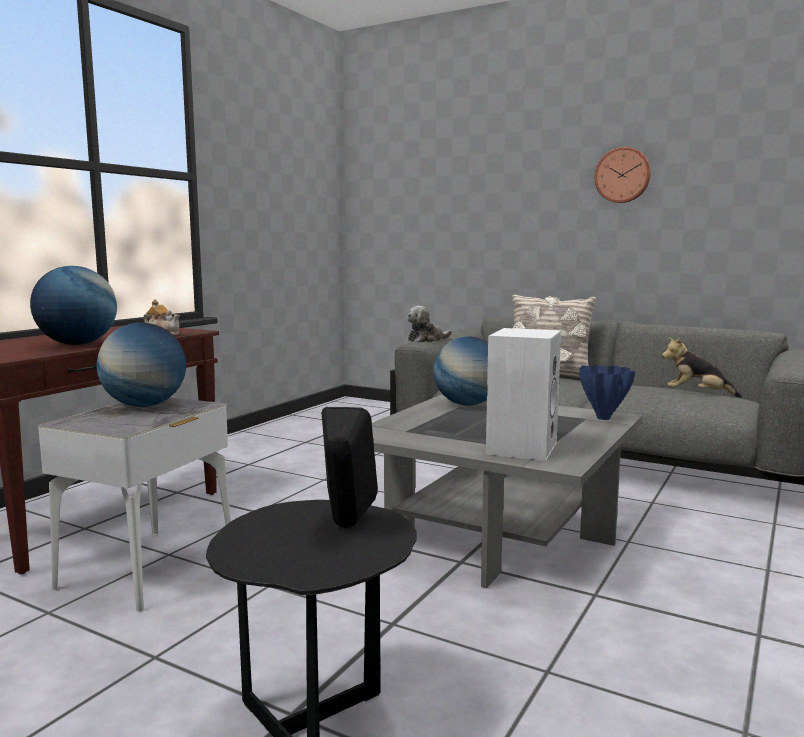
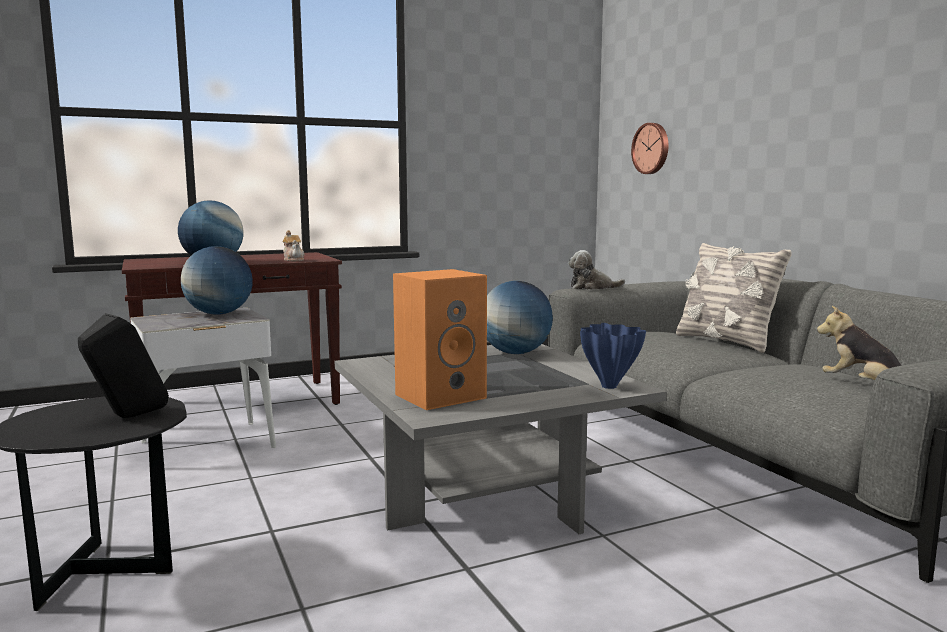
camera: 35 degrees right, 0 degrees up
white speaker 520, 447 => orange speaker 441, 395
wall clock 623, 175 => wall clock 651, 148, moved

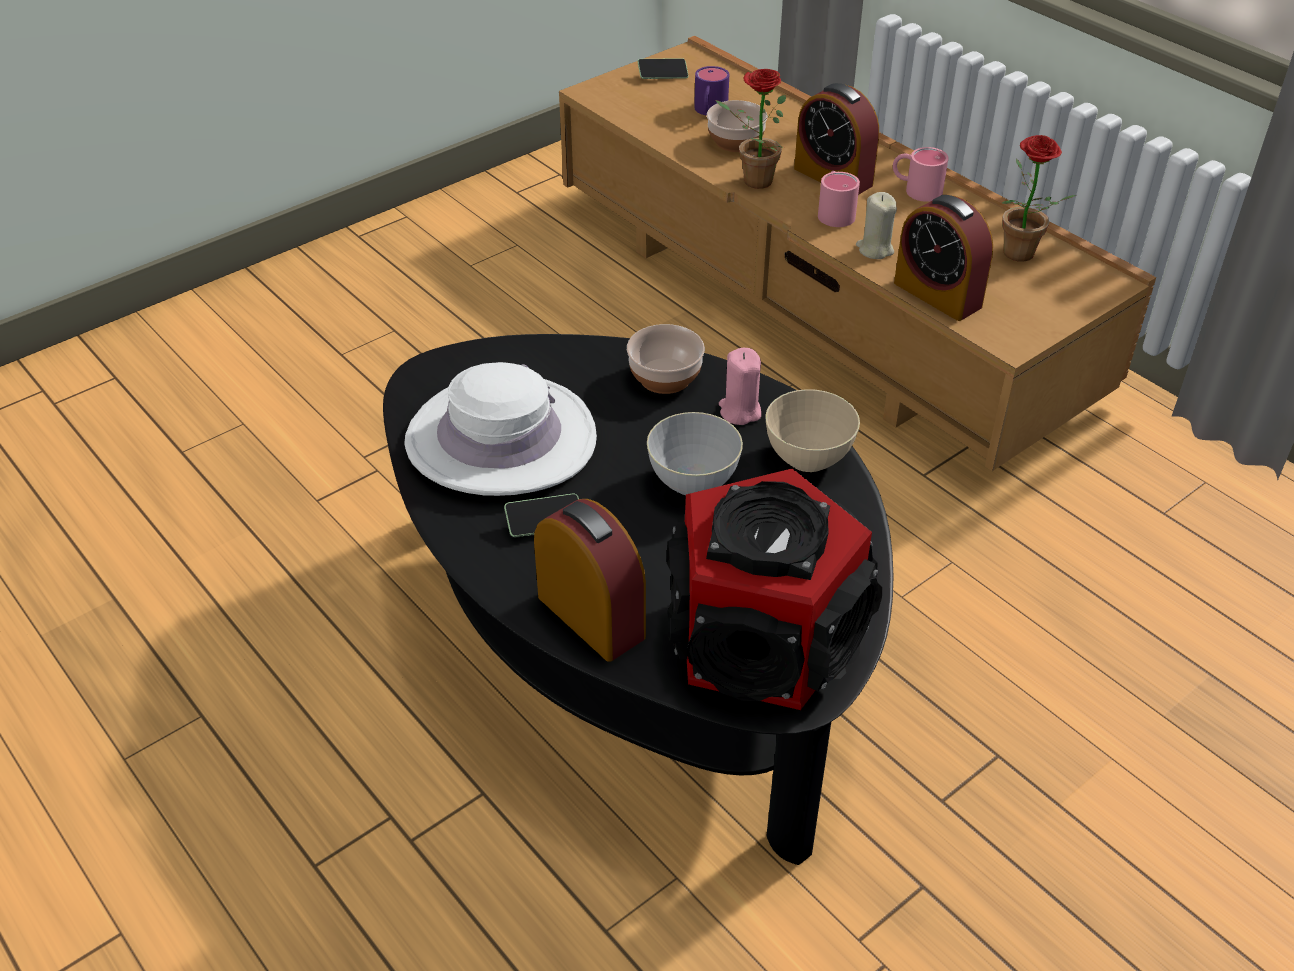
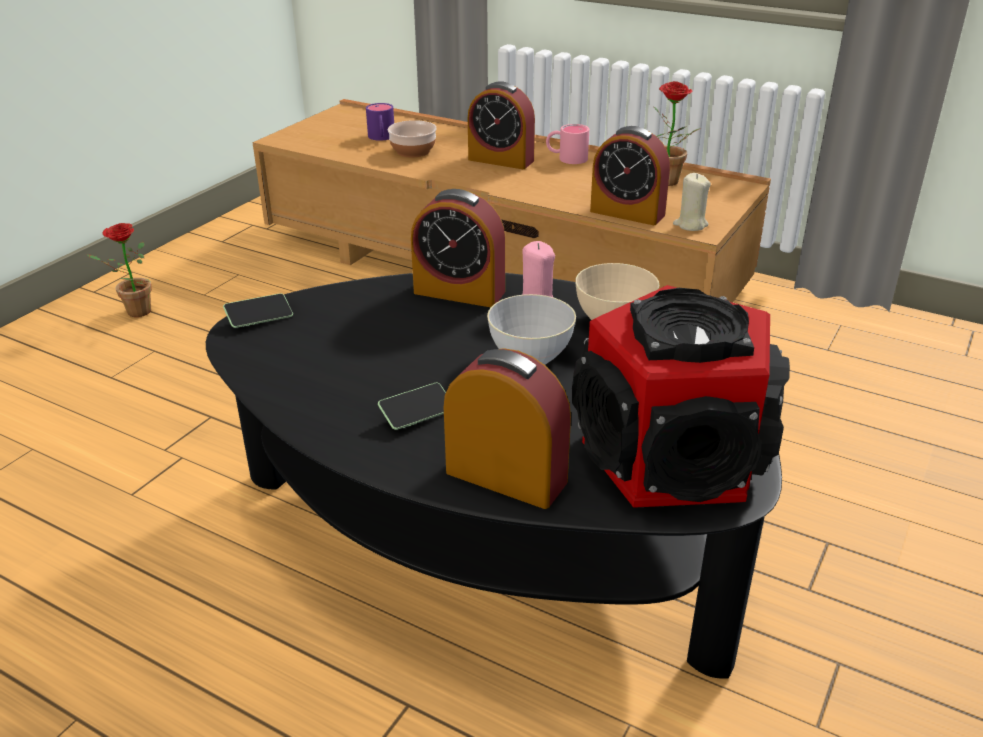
camera: 20 degrees left, 10 degrees down
potted plant 751, 181 => potted plant 133, 312, moved
phone 662, 75 => phone 259, 318, moved
bowl 666, 377 => alarm clock 459, 292
beige candle 874, 249 => beige candle 690, 225, moved
white hat 501, 439 => nothing
pink mug 834, 212 => nothing

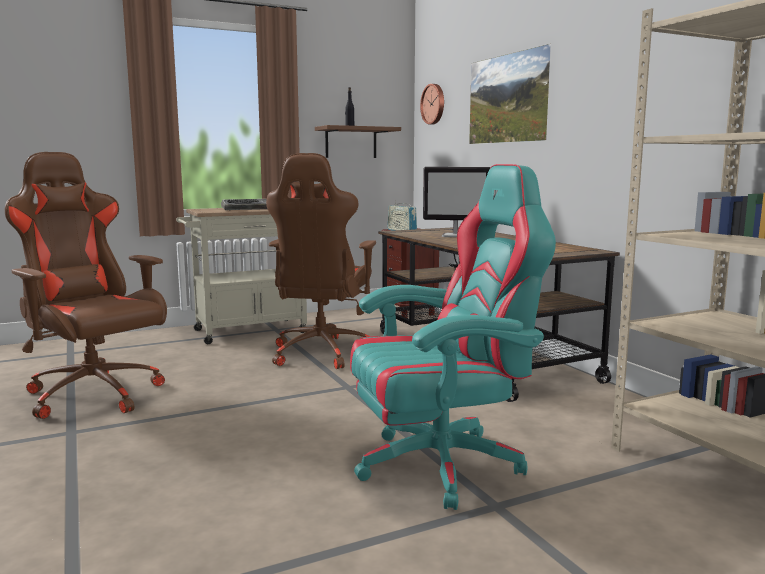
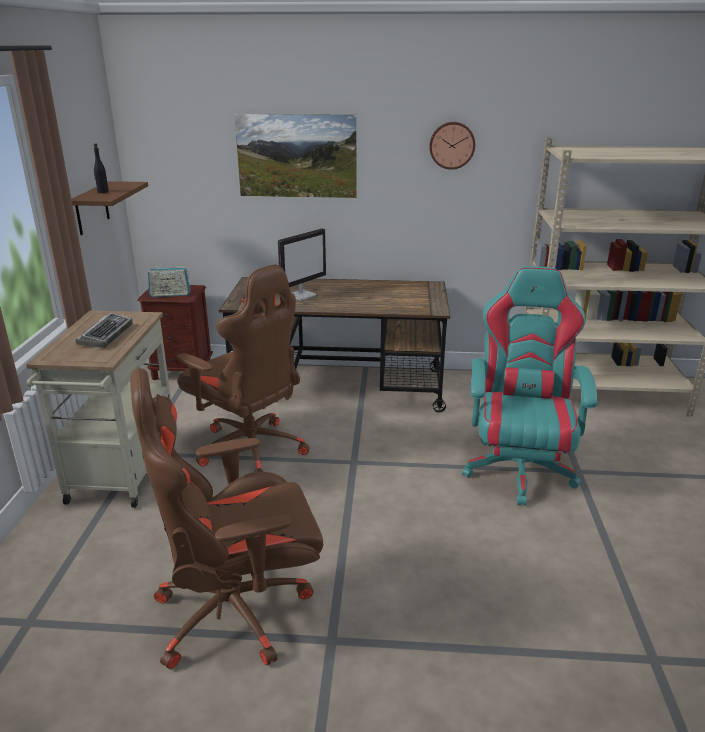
camera: 60 degrees left, 15 degrees up
wall clock 434, 104 => wall clock 452, 145, moved

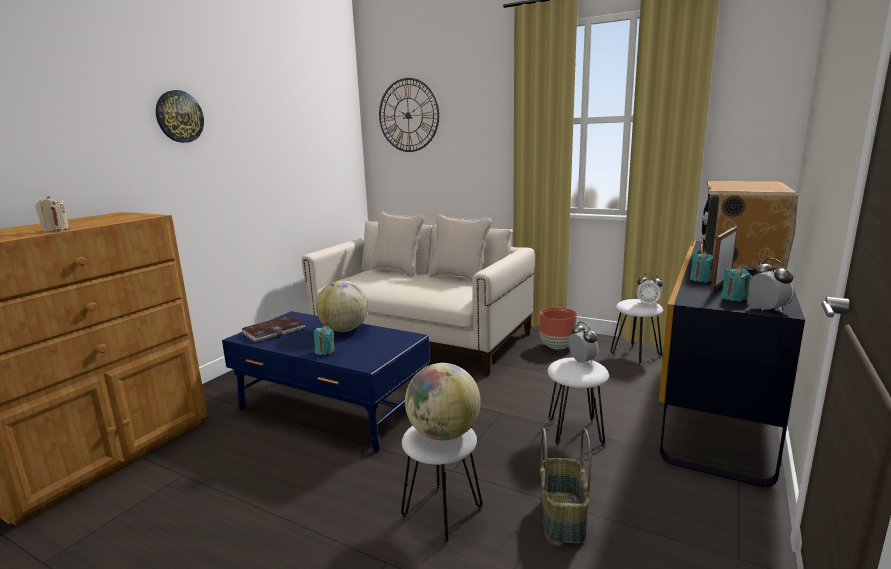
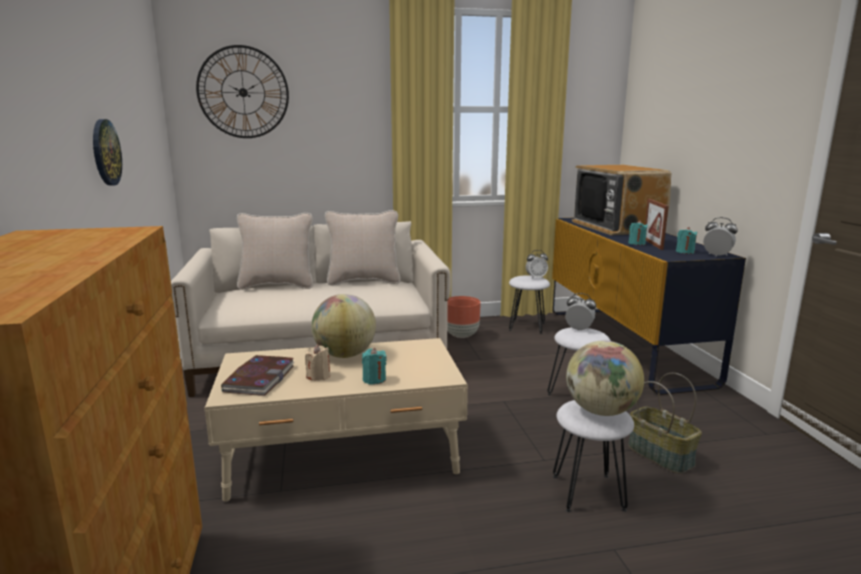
camera: 40 degrees left, 0 degrees up
wall clock 179, 116 => wall clock 105, 152, moved
blue coffee table 333, 408 => beige coffee table 344, 455
beige candle 55, 229 => beige candle 318, 376, moved

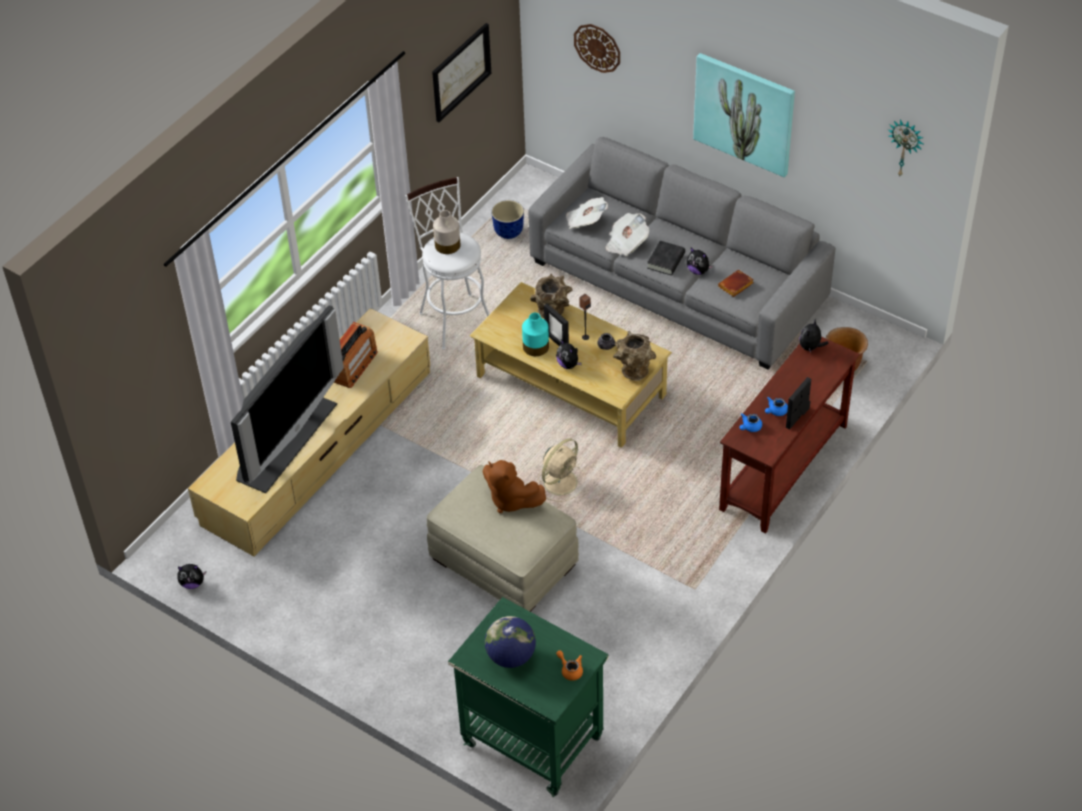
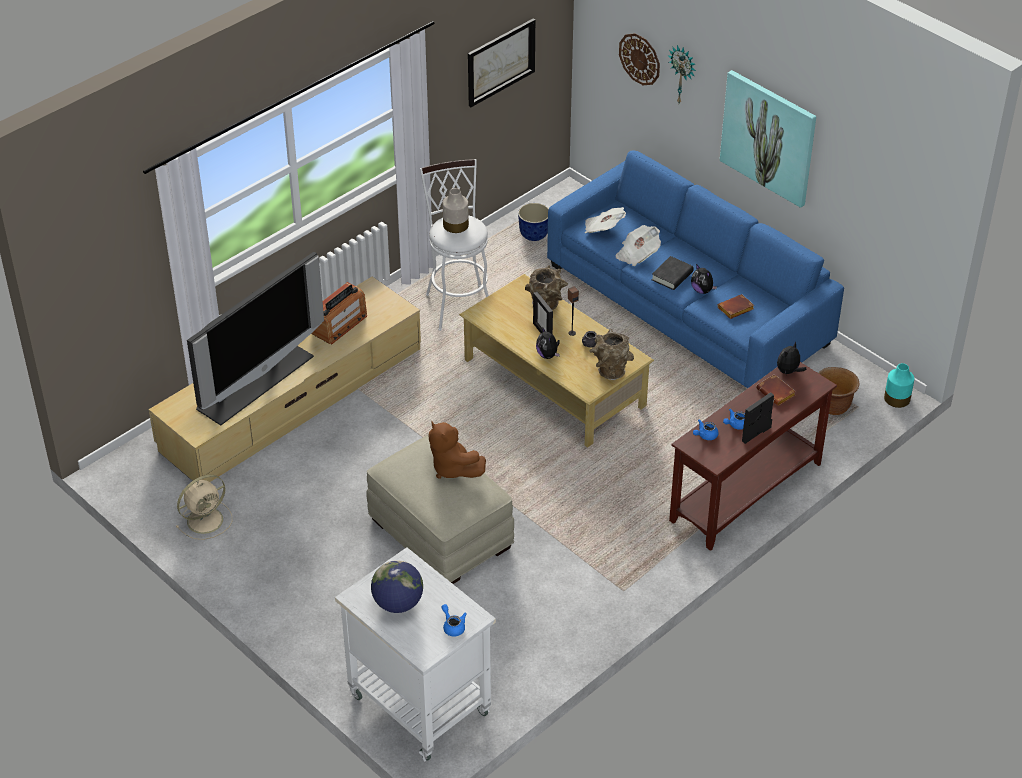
camera: 10 degrees right, 5 degrees down
beige fan 561, 481 => beige fan 206, 519, moved
green cart 531, 741 => white cart 419, 704
orange teapot 570, 670 => blue teapot 453, 626
grey sofa 678, 281 => blue sofa 688, 304
wall clock 905, 147 => wall clock 683, 74, moved
nothing => brown book 777, 393
turquoise vase 535, 347 => turquoise vase 897, 398, moved
plush toy 192, 583 => nothing

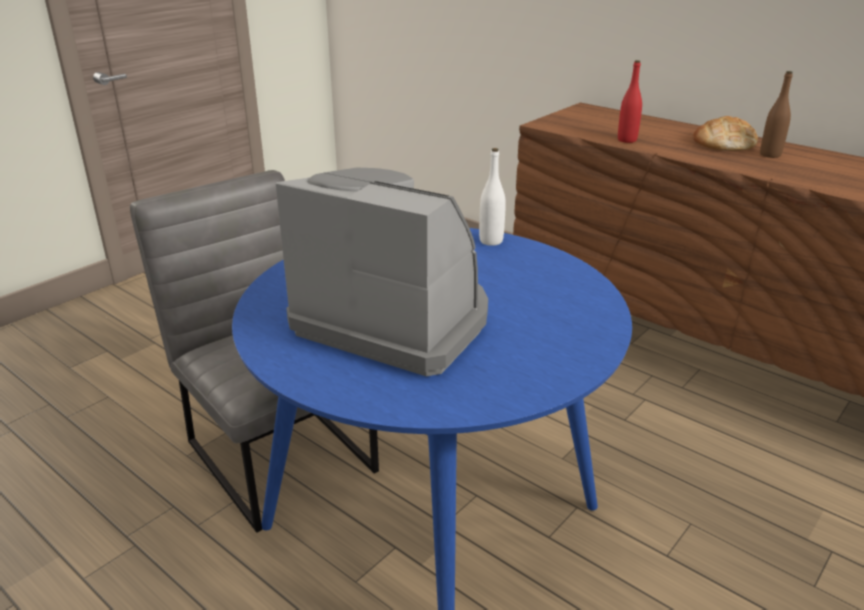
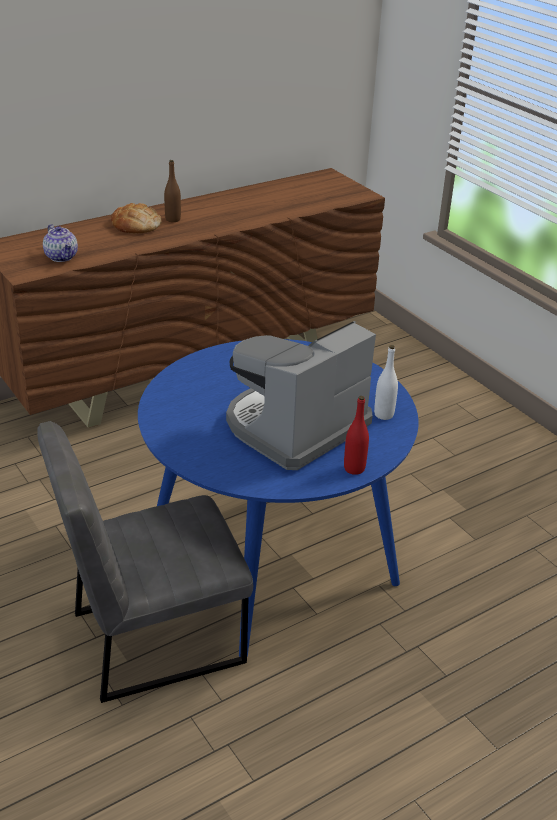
camera: 75 degrees left, 5 degrees up
nothing => teapot 62, 257
red bottle 627, 140 => red bottle 354, 468, moved
white bottle 491, 241 => white bottle 384, 414, moved

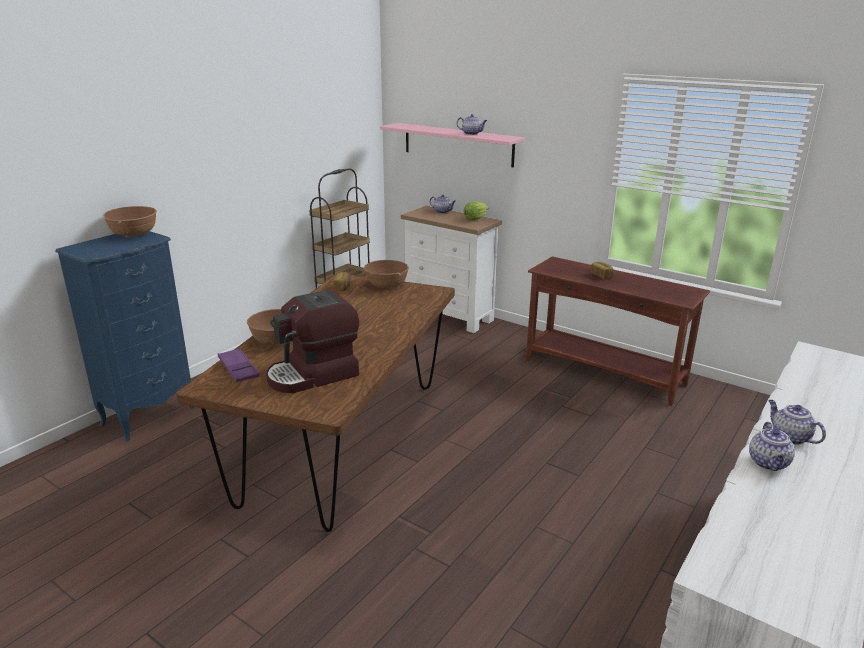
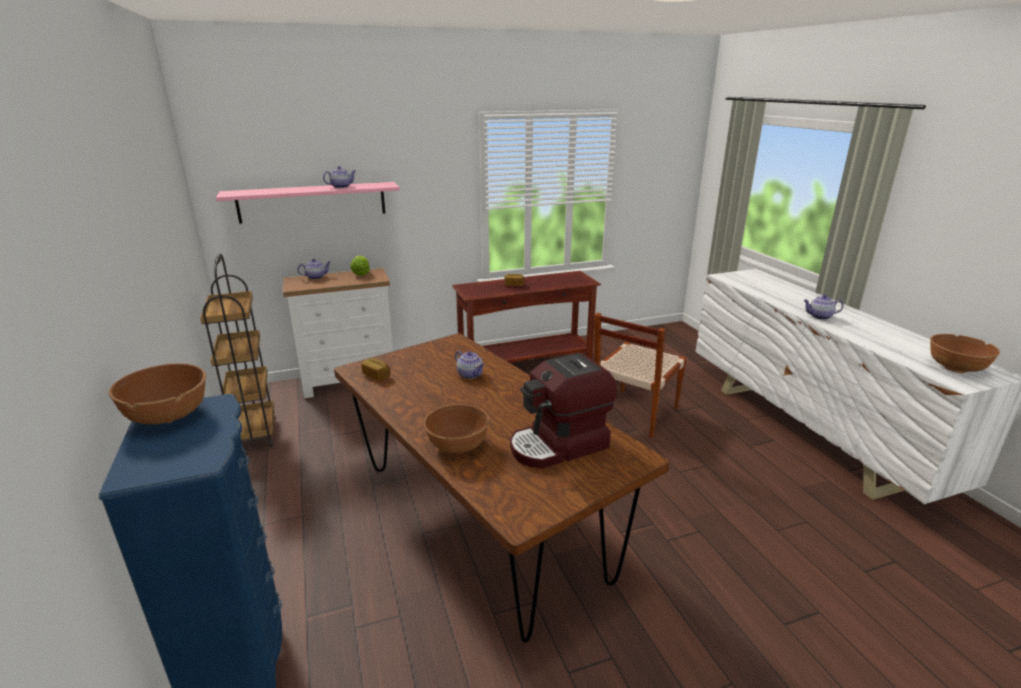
camera: 55 degrees left, 0 degrees up
teapot 769, 463 => teapot 470, 375, moved
coffee machine 313, 375 => coffee machine 559, 445, 60 degrees clockwise
nothing => chair 634, 414
brown bowl 386, 285 => brown bowl 955, 367, moved
purple tray 238, 369 => nothing

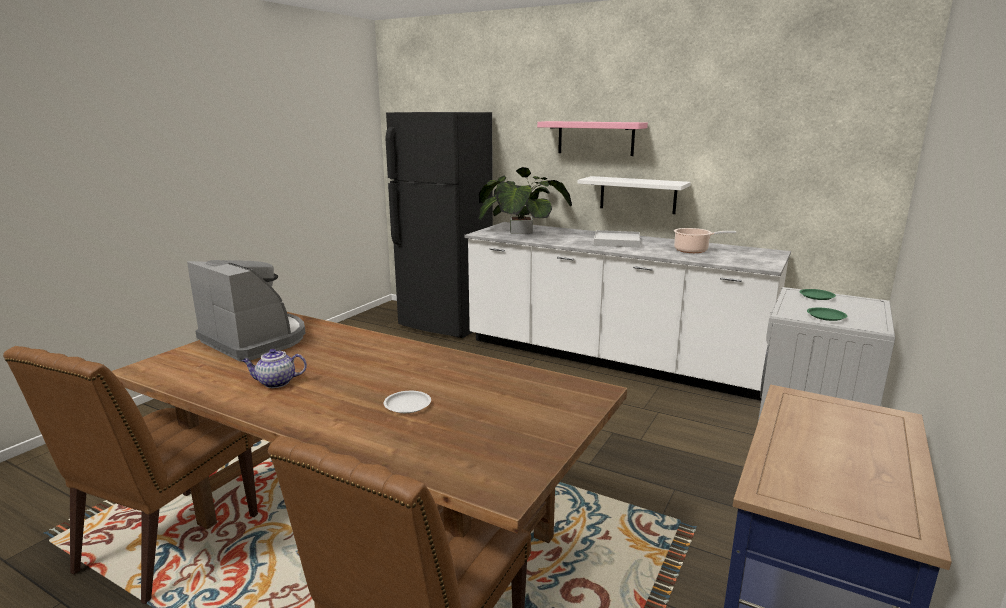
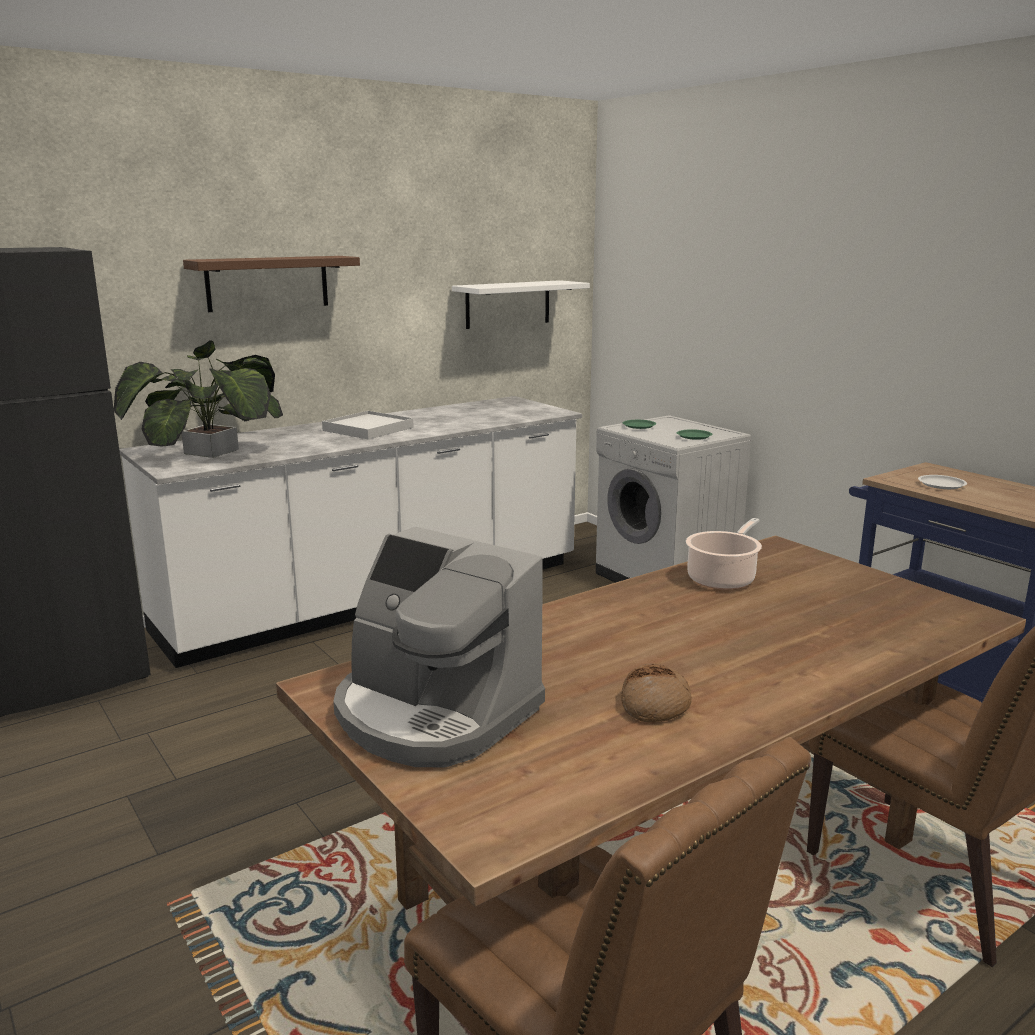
camera: 65 degrees left, 0 degrees up
pink shelf 595, 138 => brown shelf 267, 283
coffee machine 256, 340 => coffee machine 433, 714, 120 degrees counterclockwise
white shelf 637, 195 => white shelf 508, 304, moved
teapot 275, 383 => bread 655, 705
cooking pot 693, 250 => cooking pot 723, 578, moved
white plate 407, 405 => white plate 942, 485, moved

